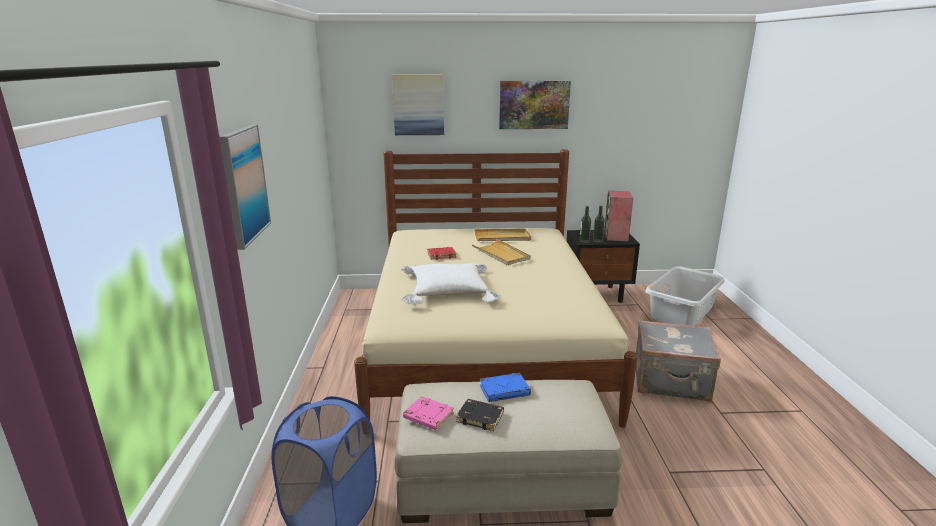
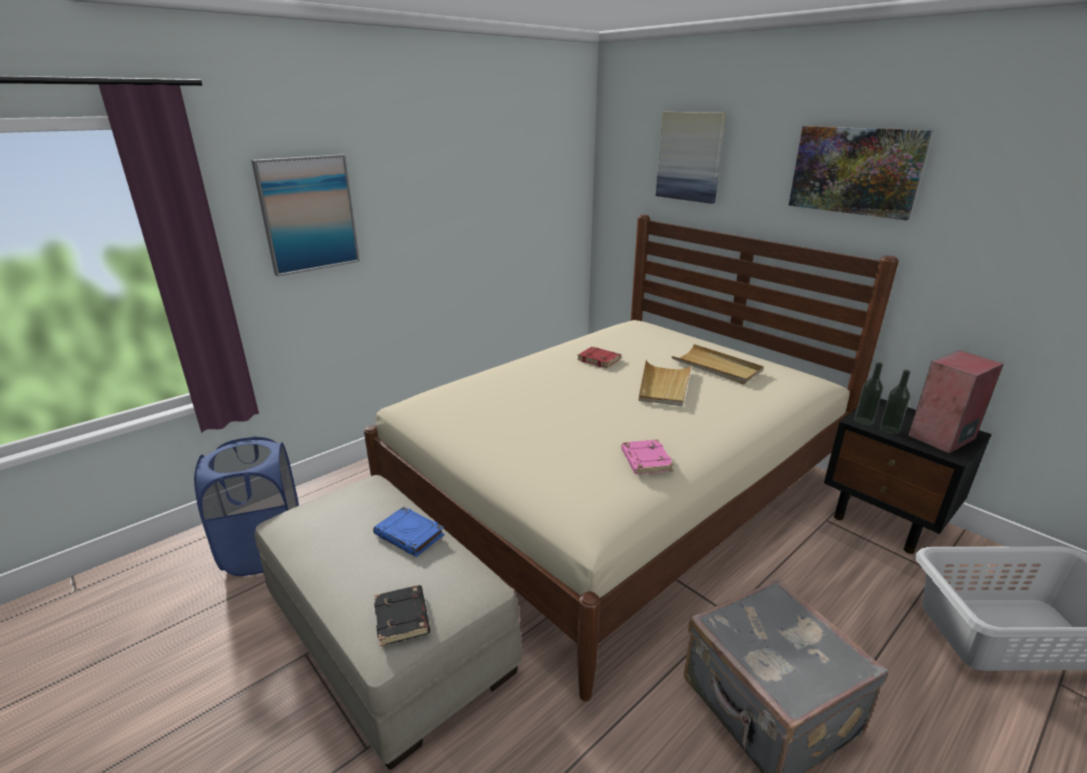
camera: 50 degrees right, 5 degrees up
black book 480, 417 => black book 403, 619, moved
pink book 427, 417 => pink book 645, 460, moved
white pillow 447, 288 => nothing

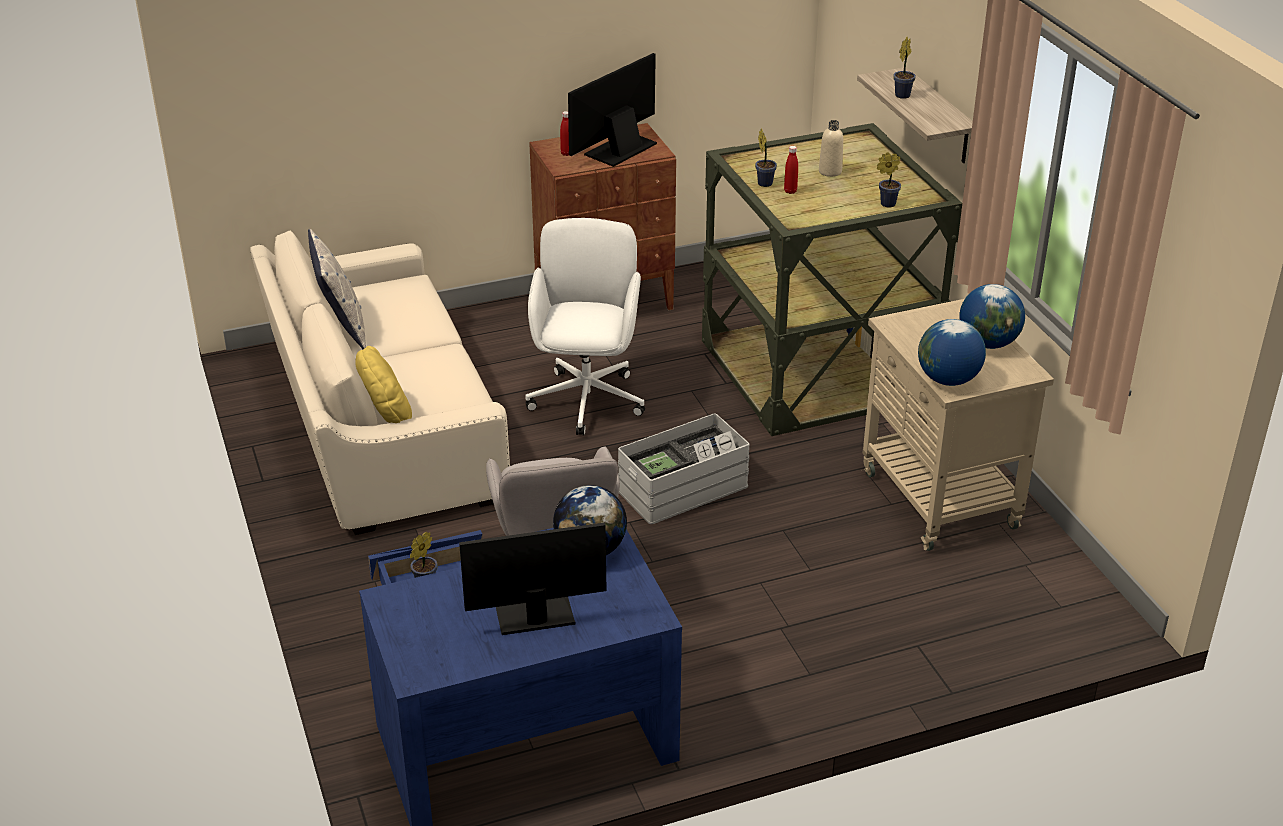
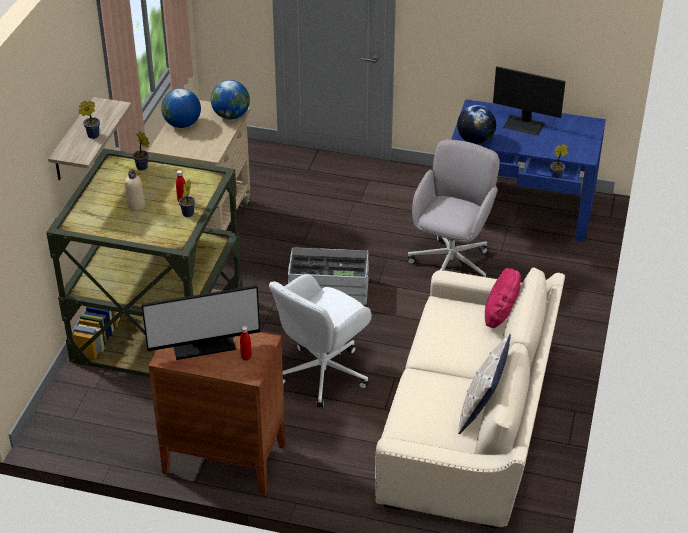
camera: 145 degrees left, 5 degrees up
yellow pillow 387, 419 => pink pillow 500, 318

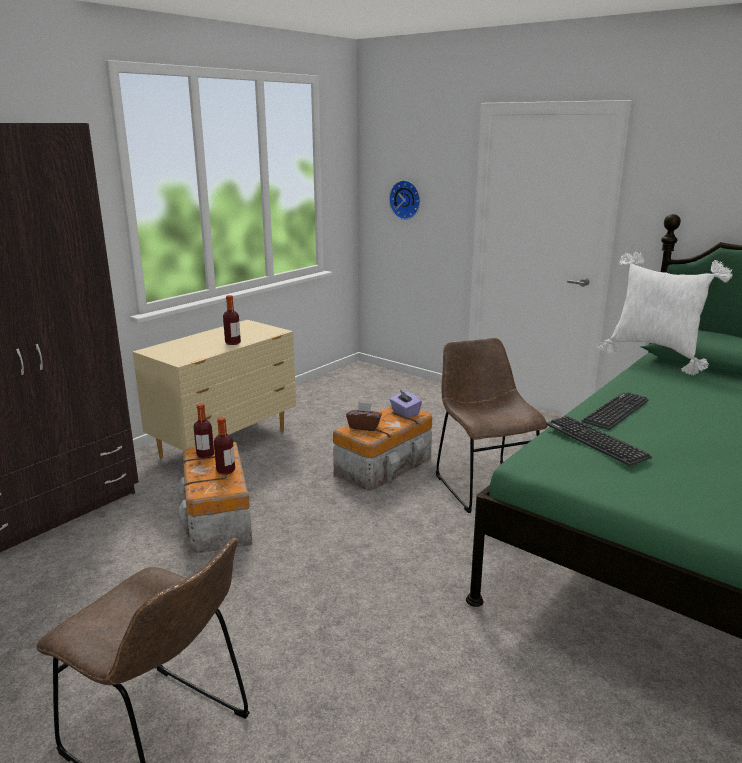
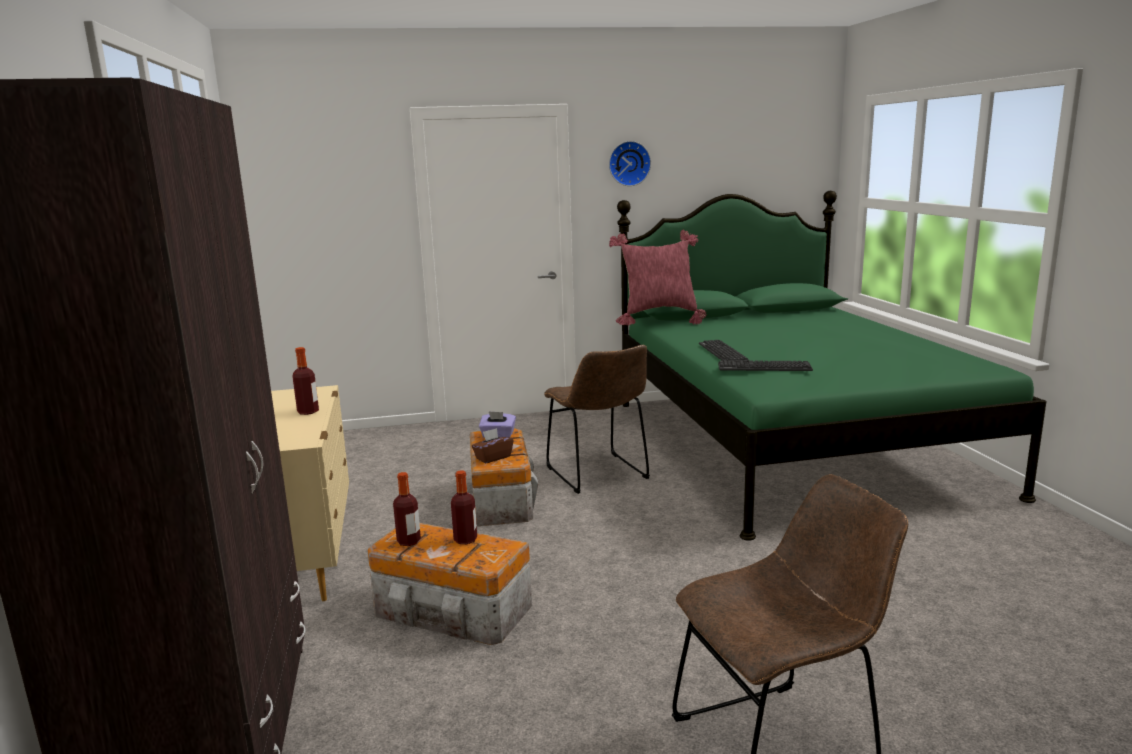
camera: 50 degrees left, 5 degrees down
brown chair 483, 485 => brown chair 599, 475, 135 degrees counterclockwise
wall clock 406, 199 => wall clock 629, 163, moved
white pillow 653, 361 => red pillow 657, 324

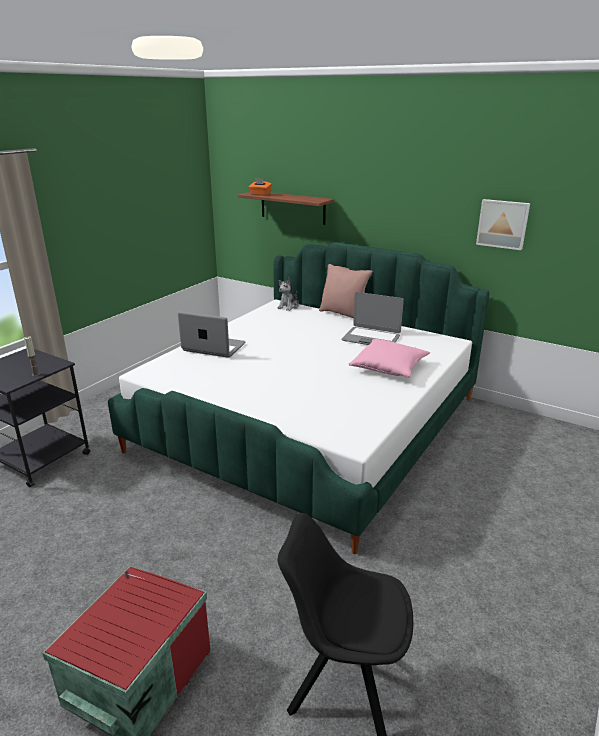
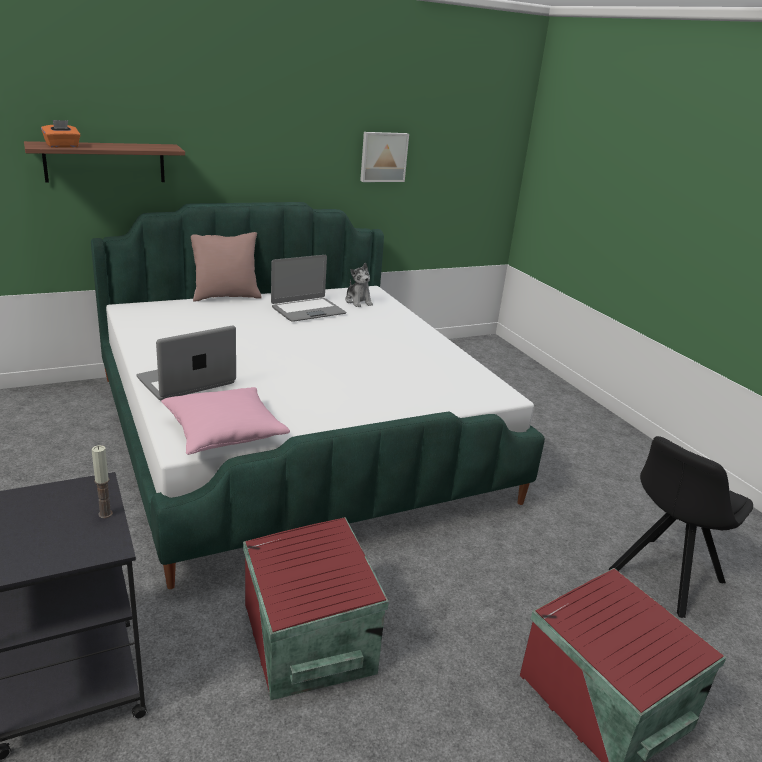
camera: 60 degrees left, 0 degrees up
pink pillow 389, 368 => pink pillow 224, 433, moved
nothing => red storage box 306, 639
plush toy 289, 306 => plush toy 358, 301, moved

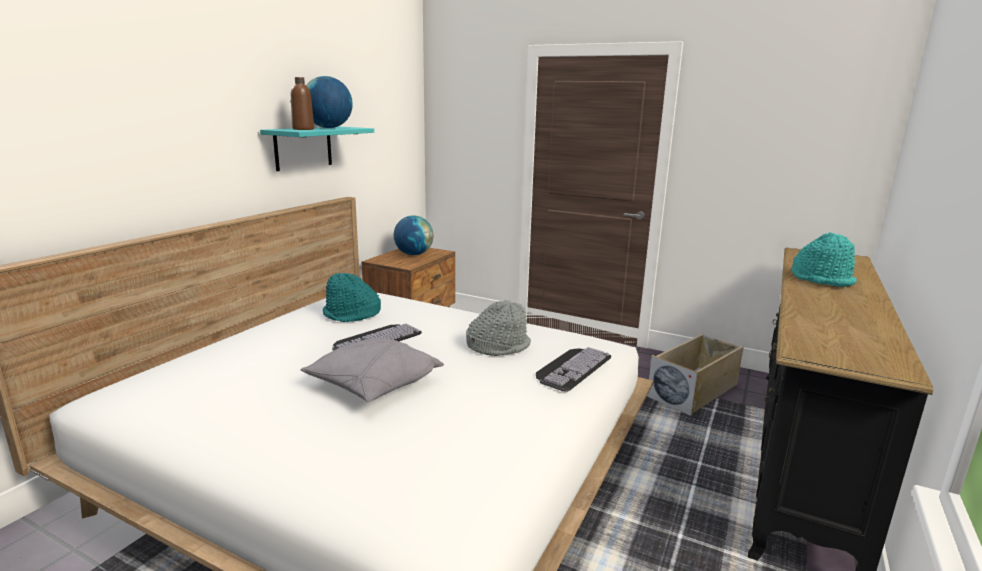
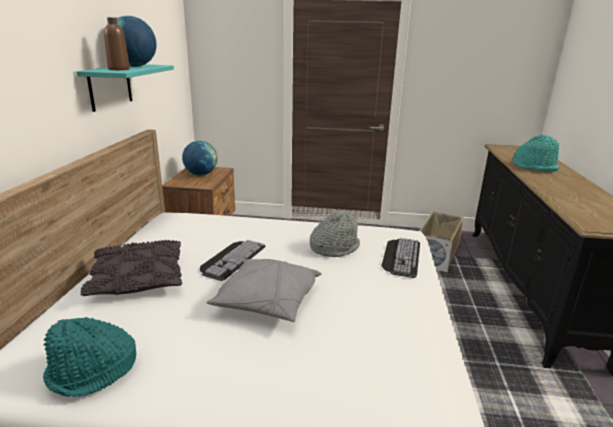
camera: 20 degrees left, 5 degrees up
turquoise hat 352, 315 => turquoise hat 93, 372, moved
nothing => black pillow 138, 278

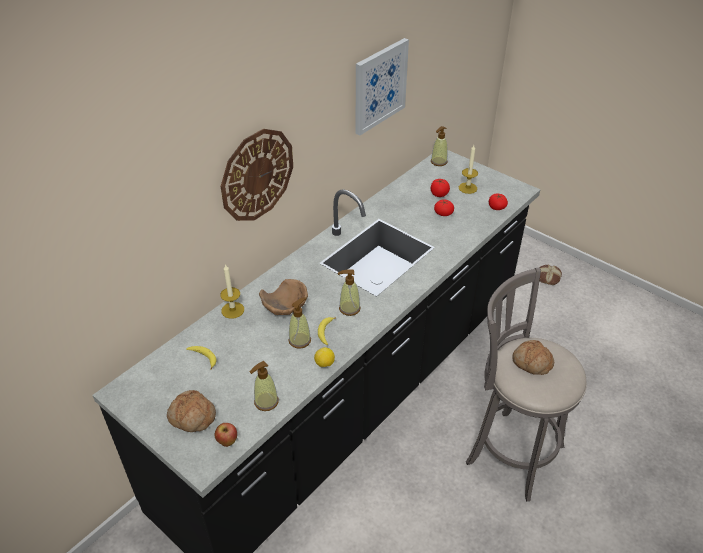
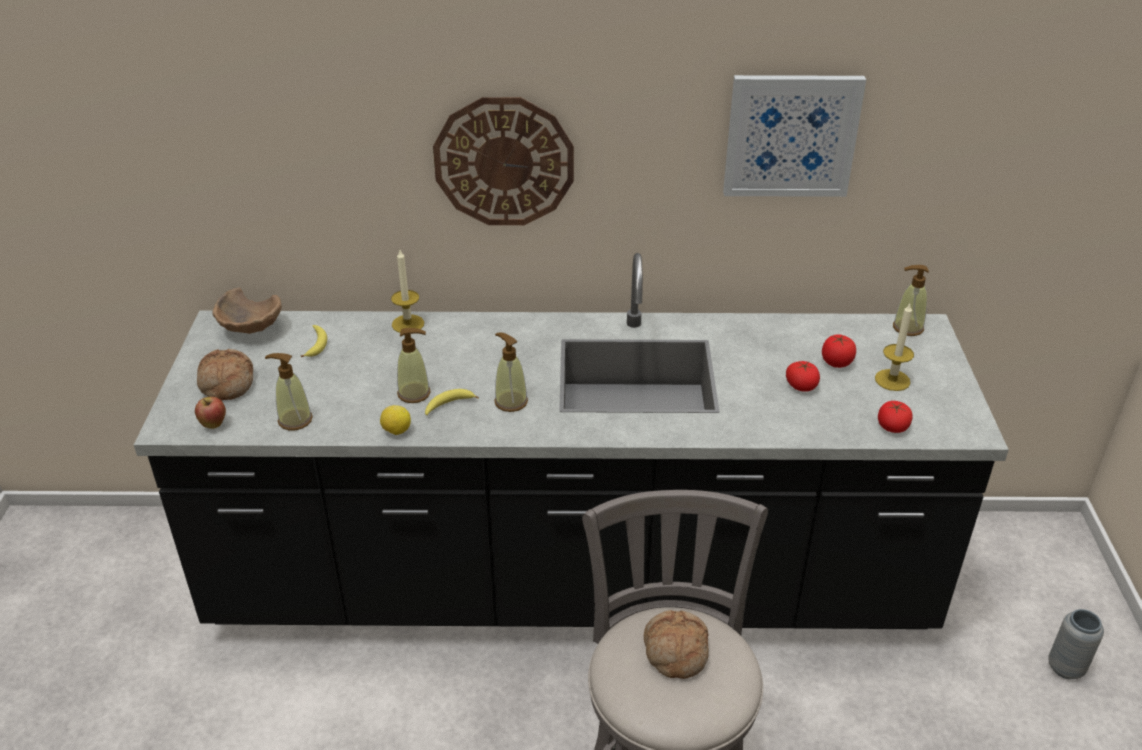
camera: 50 degrees right, 5 degrees down
brown bowl 285, 310 => brown bowl 250, 330, moved
bread 548, 277 => grey vase 1065, 668

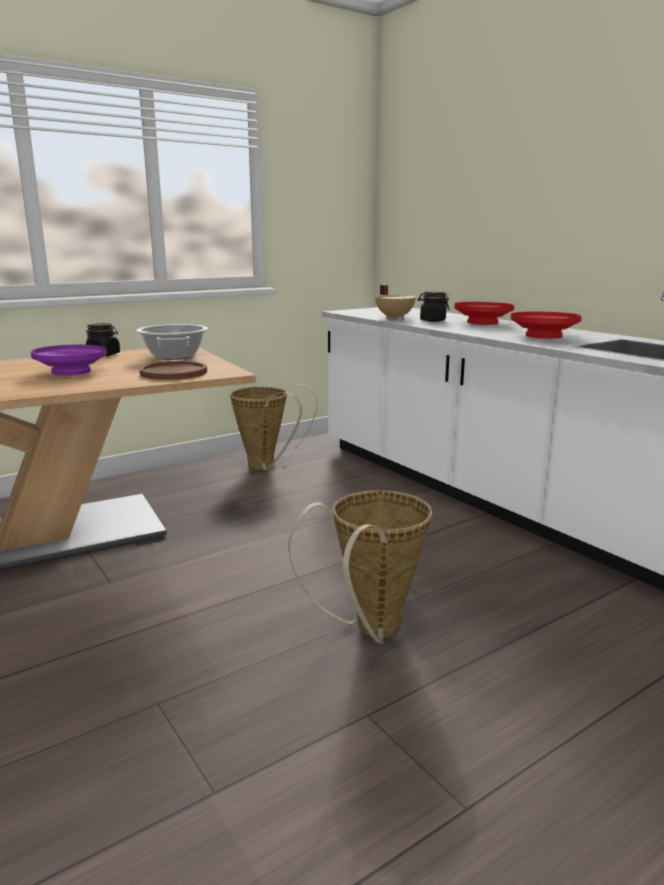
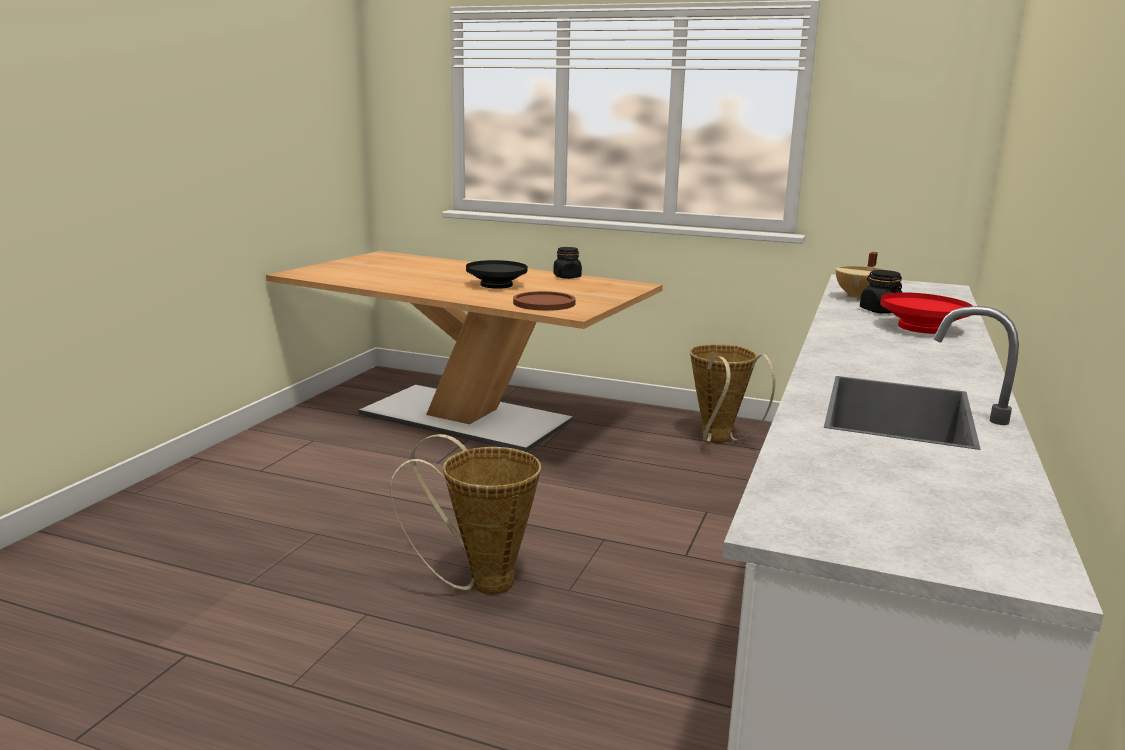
camera: 55 degrees right, 0 degrees up
purple bowl 72, 372 => black bowl 497, 285
cooking pot 174, 356 => nothing
red bowl 543, 336 => nothing

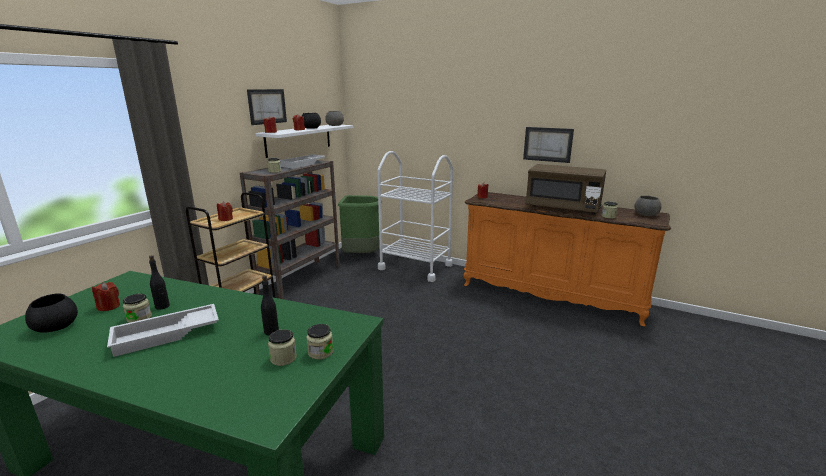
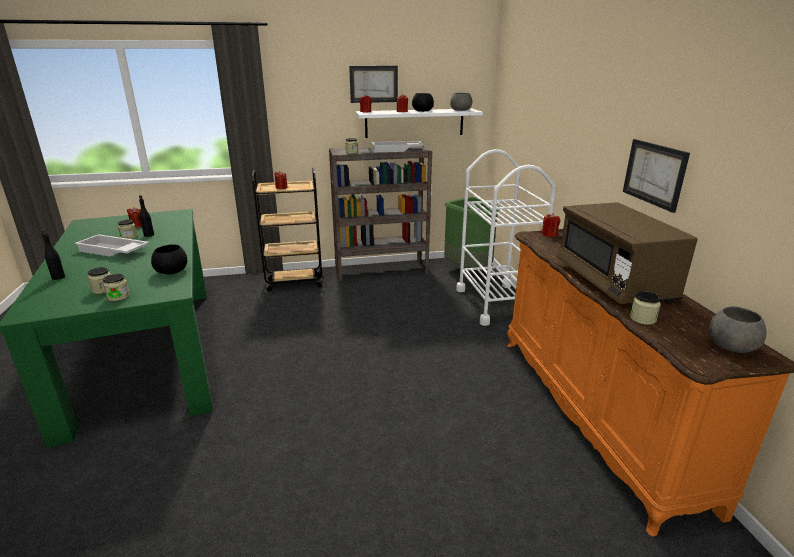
camera: 50 degrees right, 5 degrees up
black bottle 271, 331 => black bottle 58, 277, moved
black bowl 56, 326 => black bowl 172, 271, moved

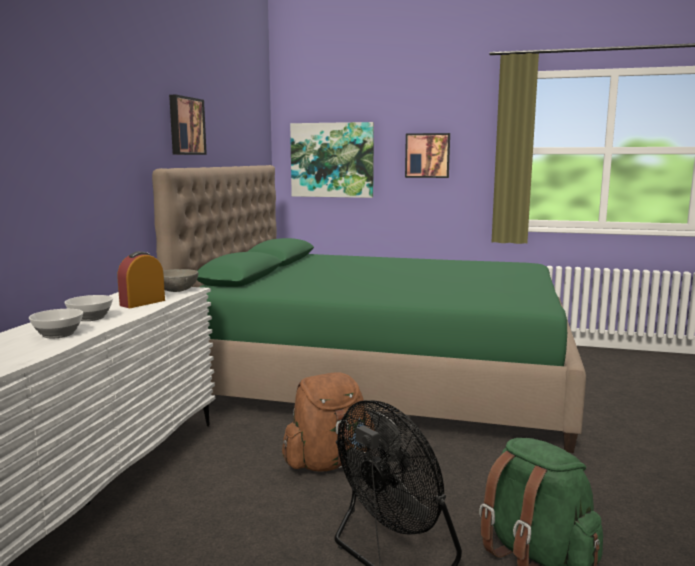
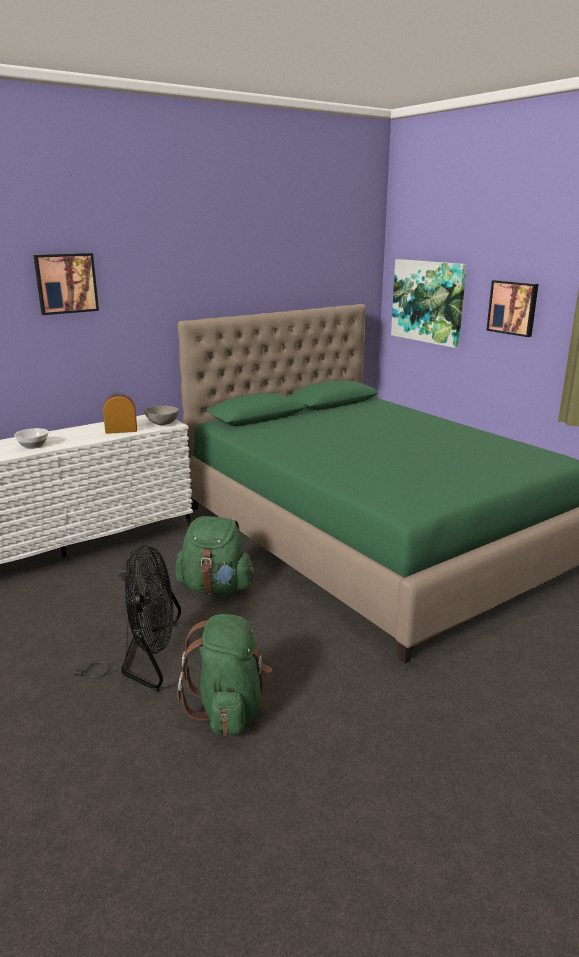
camera: 40 degrees right, 10 degrees up
picture 185, 126 => picture 66, 283, moved
brown backpack 329, 462 => green backpack 216, 588
bowl 89, 318 => nothing

